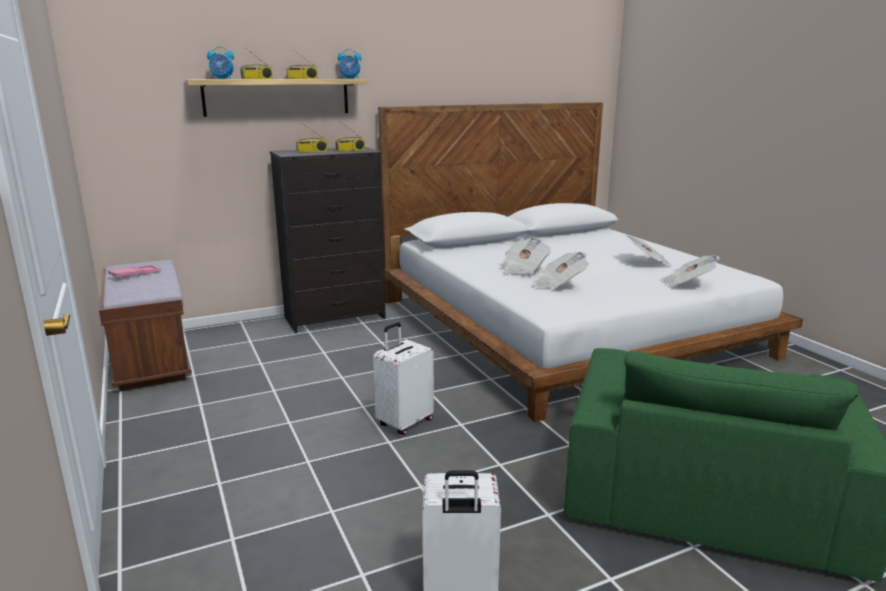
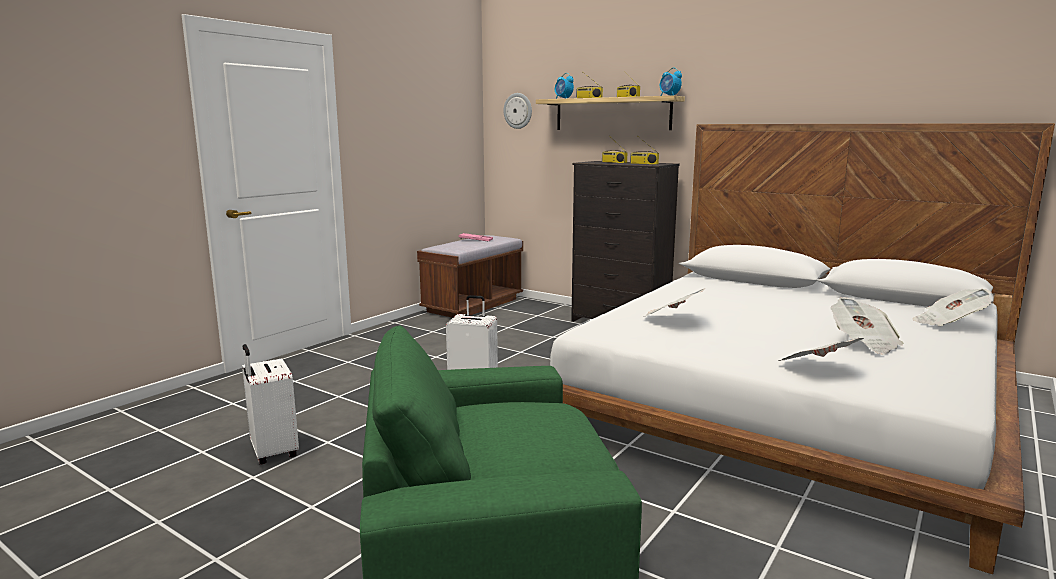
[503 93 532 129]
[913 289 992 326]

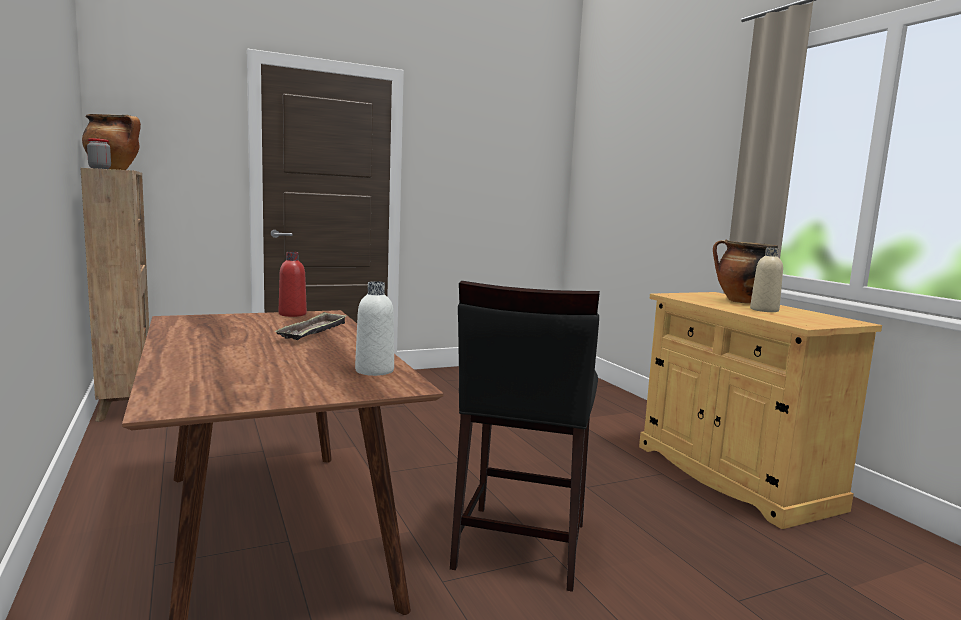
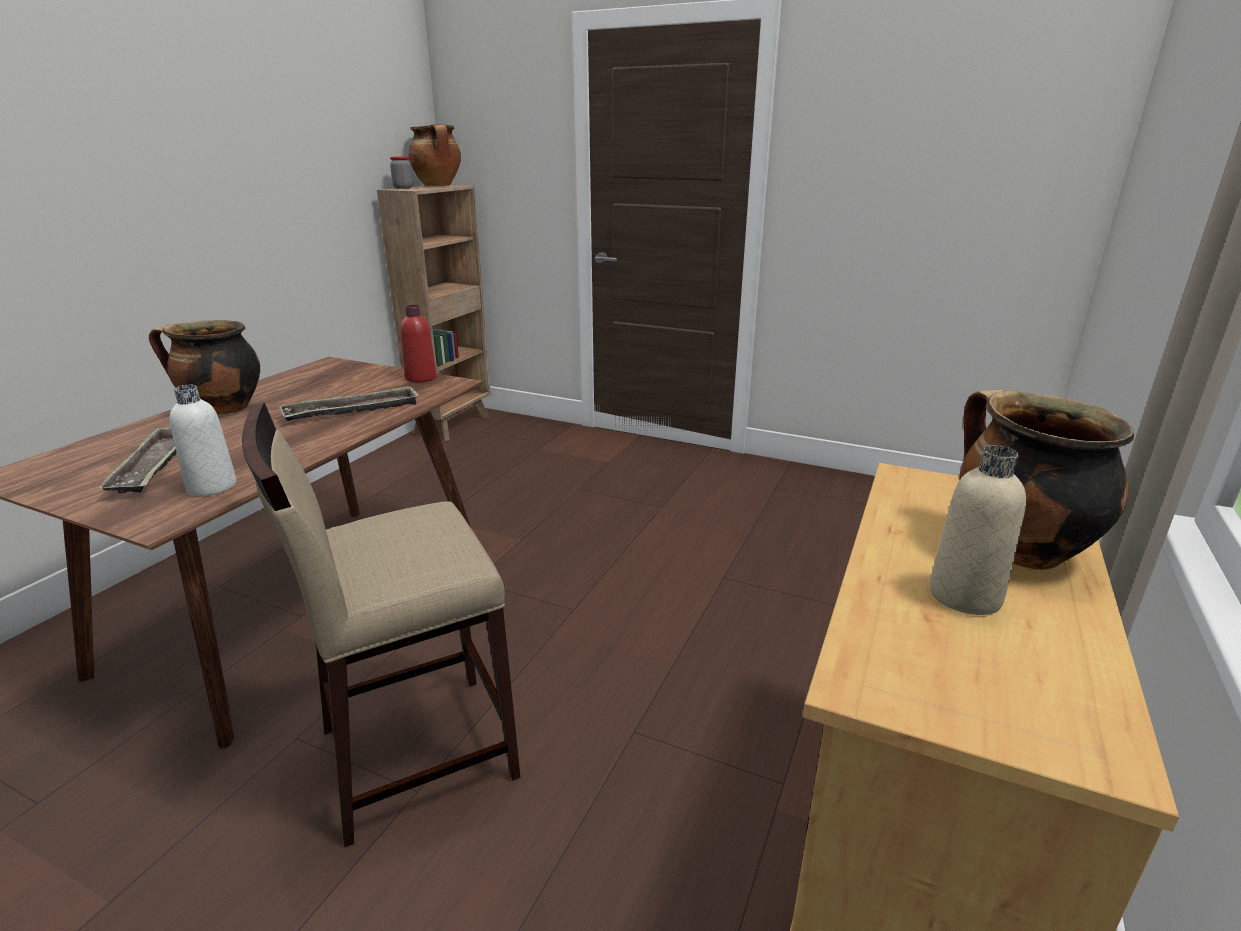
[98 427 177 493]
[149 320 260 415]
[242 403 520 847]

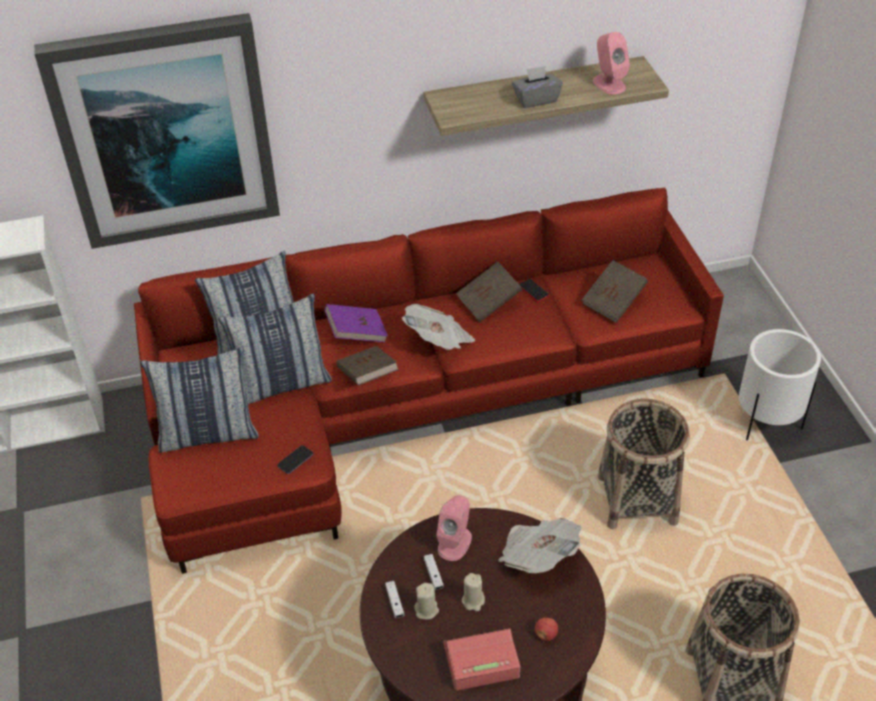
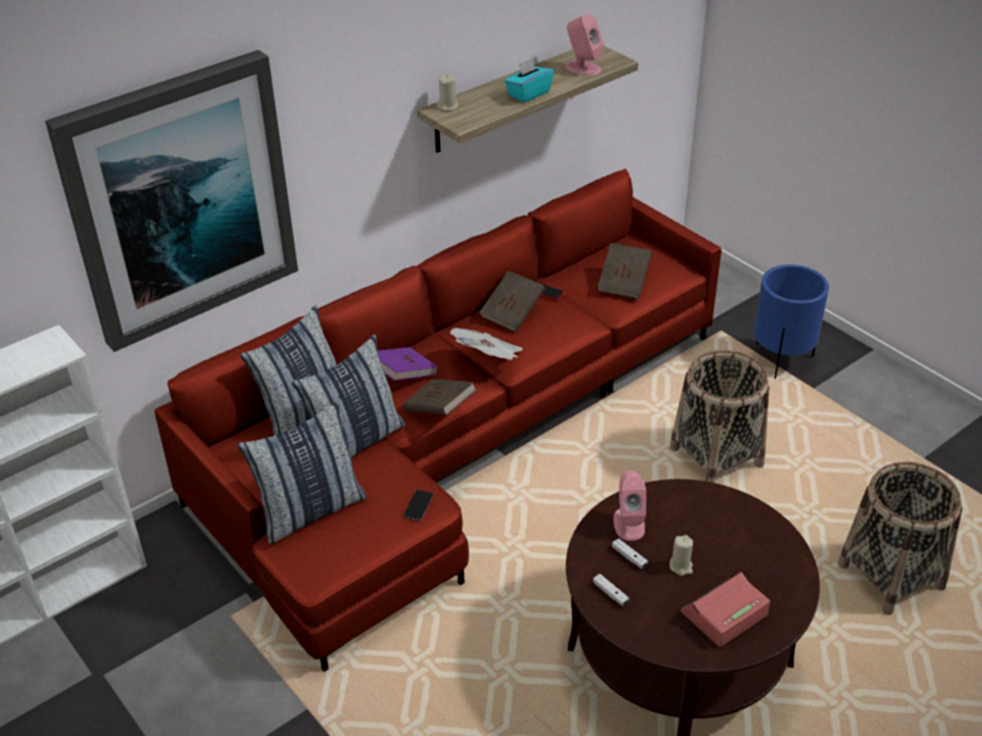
[437 74 459 111]
[504 58 554 103]
[754 265 829 379]
[499 518 582 573] (first image)
[535 618 558 641] (first image)

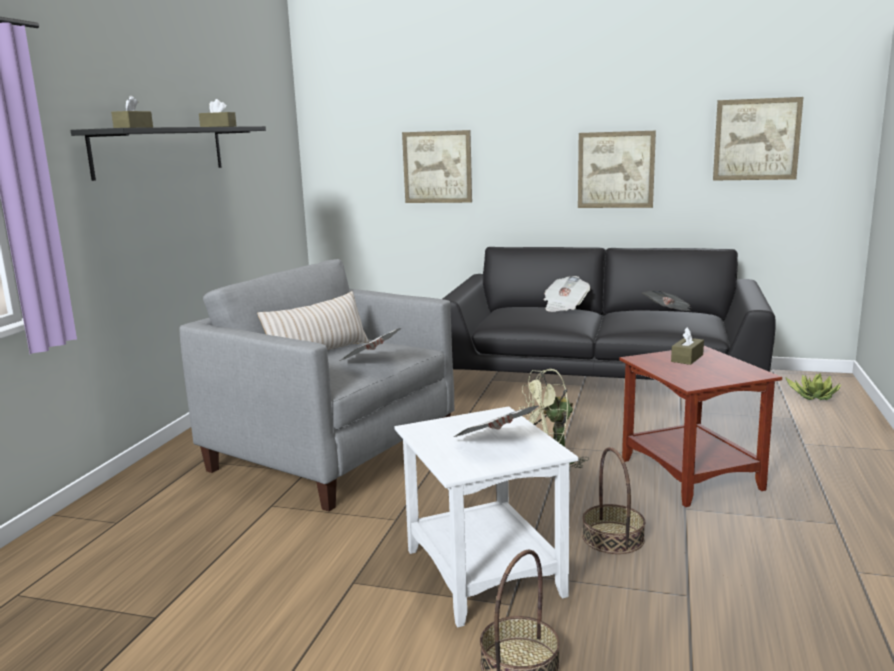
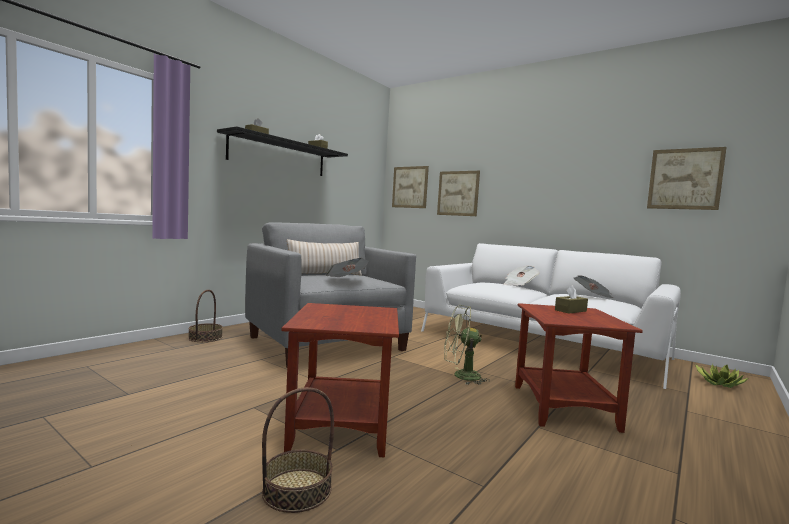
[188 290 223 342]
[281 303 399 457]
[392 166 429 208]
[421 243 681 389]
[454 406 539 437] (first image)

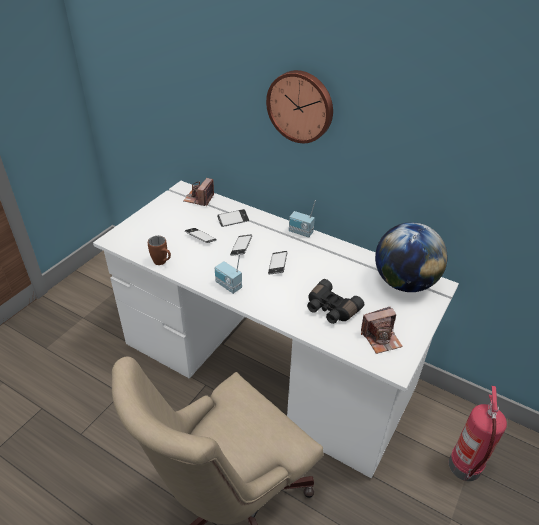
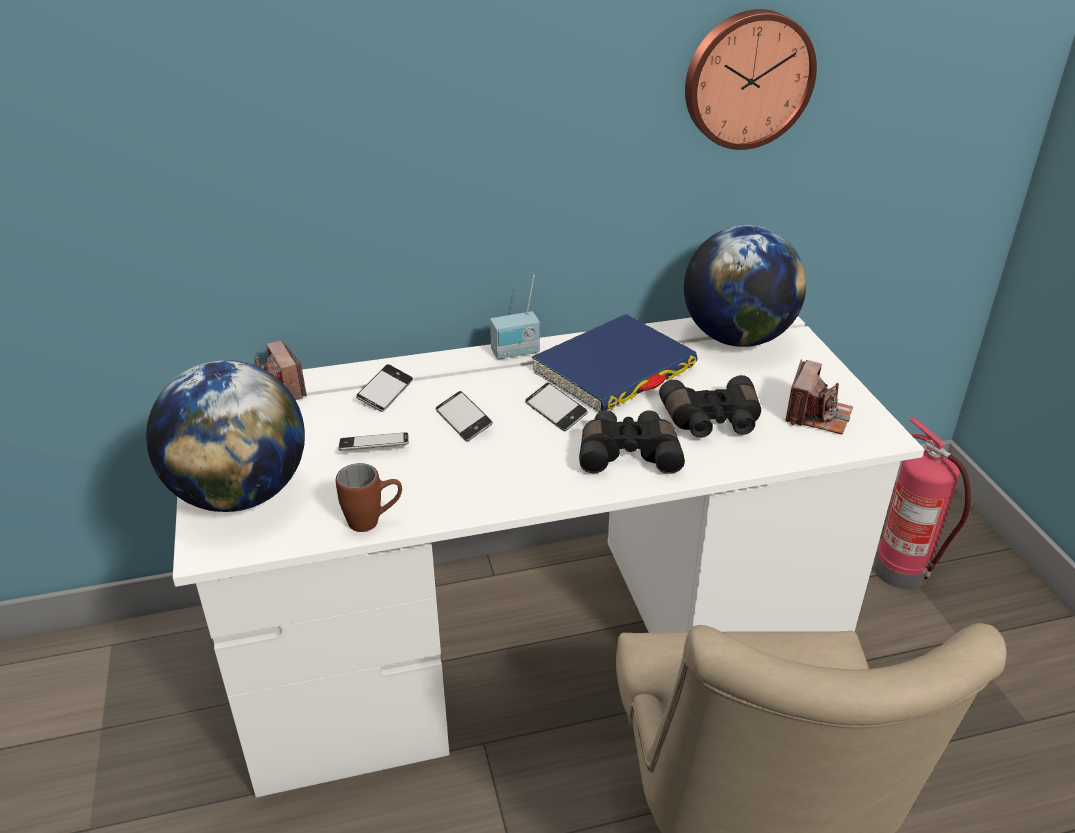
[146 360 305 512]
[532 314 698 412]
[579 410 685 474]
[685 9 817 150]
[215 254 242 294] (first image)

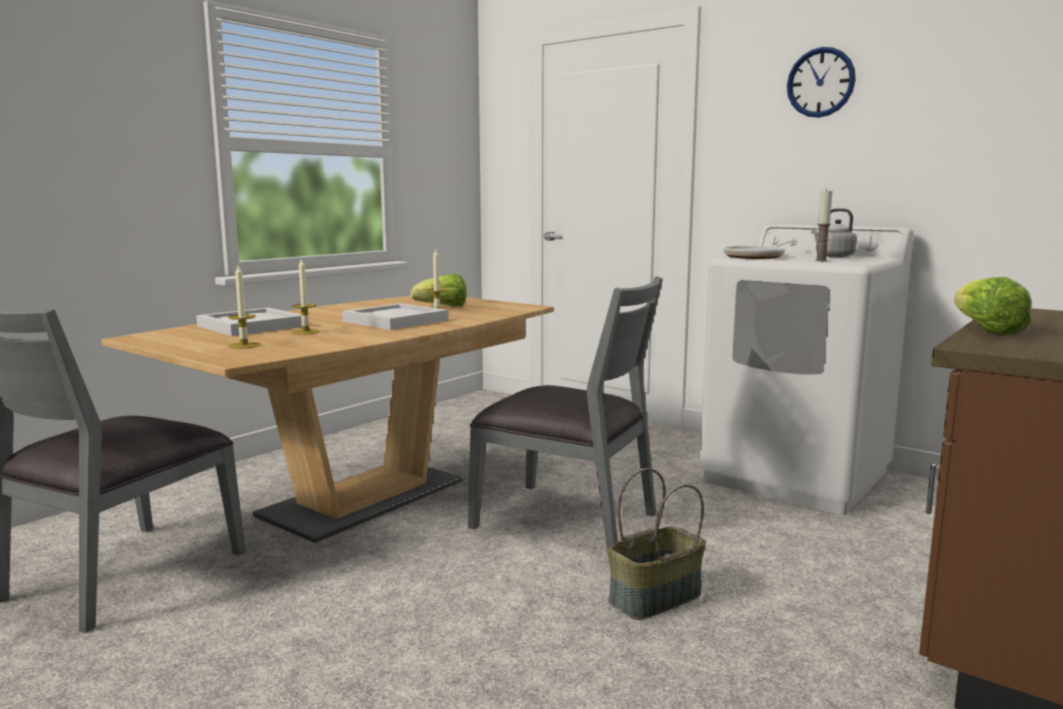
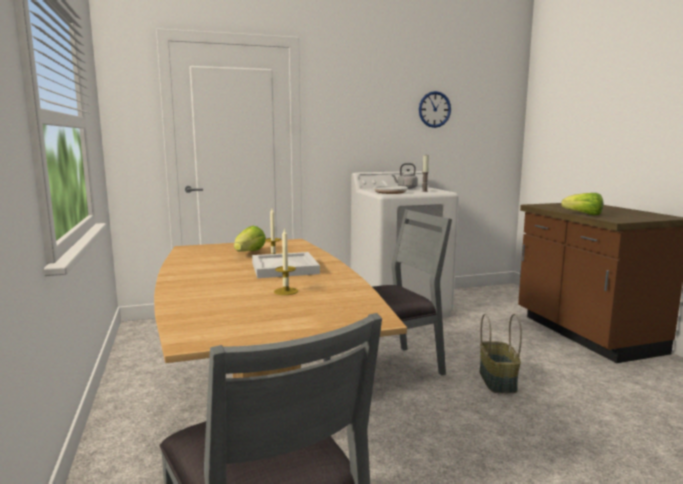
[419 91 451 128]
[196 308 302 336] (first image)
[228 266 260 349] (first image)

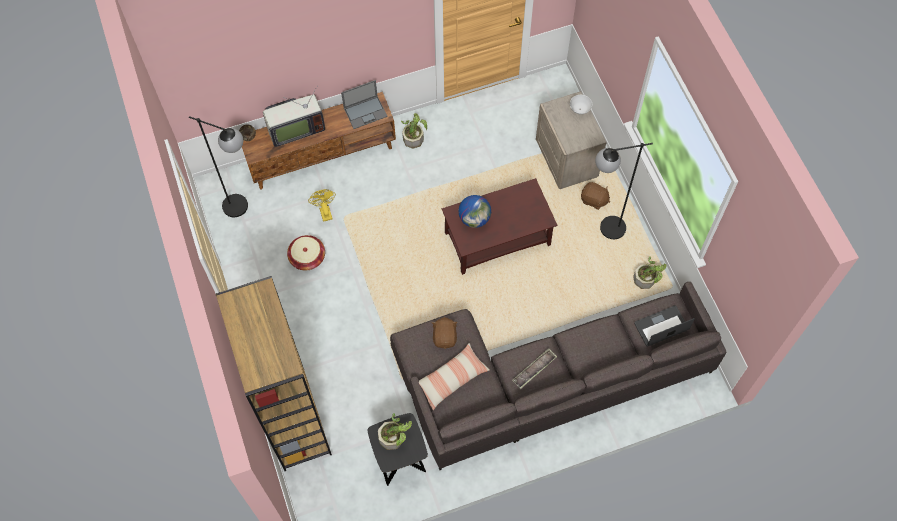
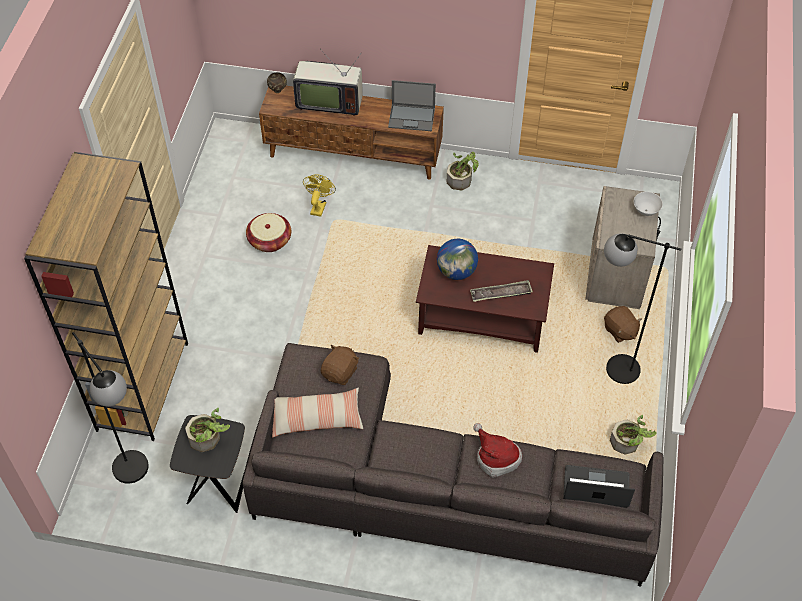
[72 332 149 484]
[470 280 533 302]
[473 423 522 478]

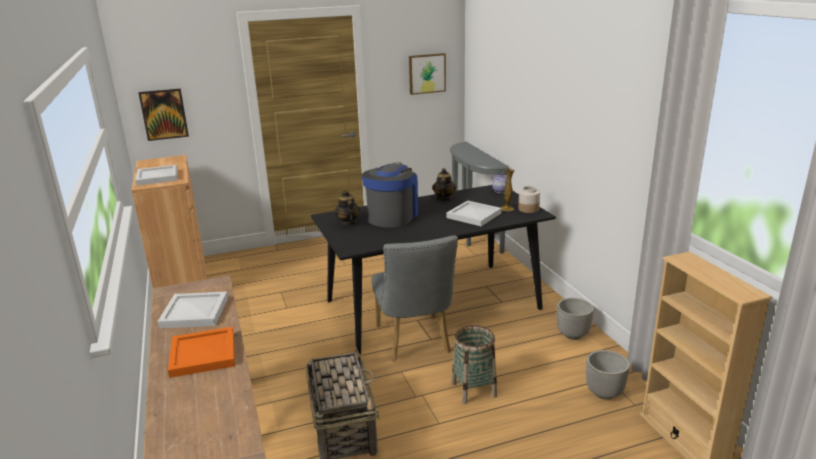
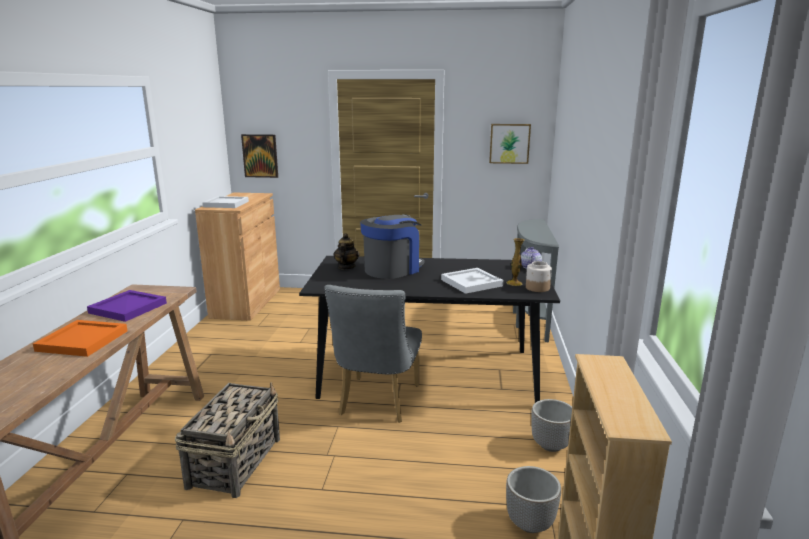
[87 290 167 322]
[432 168 456 201] (first image)
[451 325 497 404] (first image)

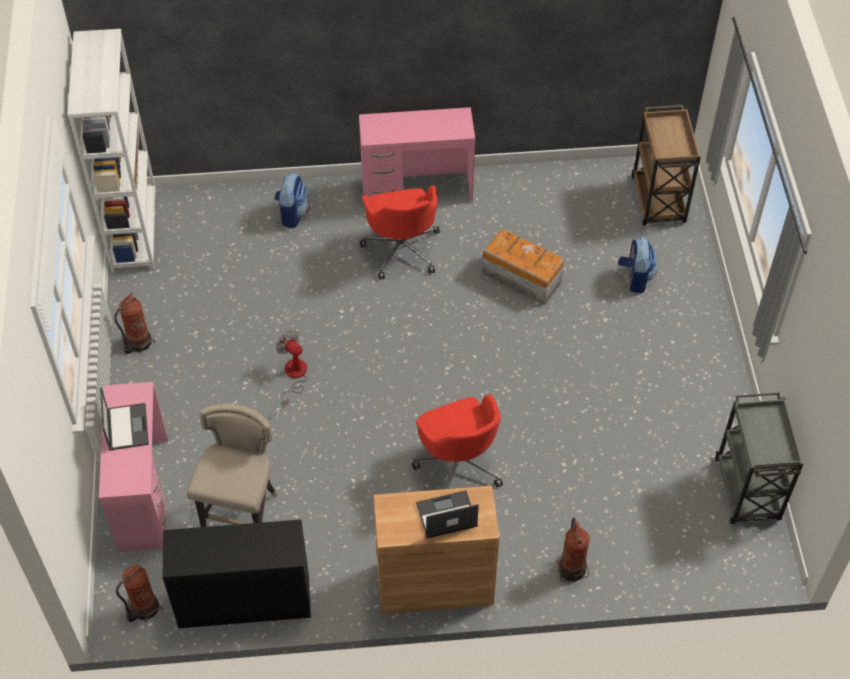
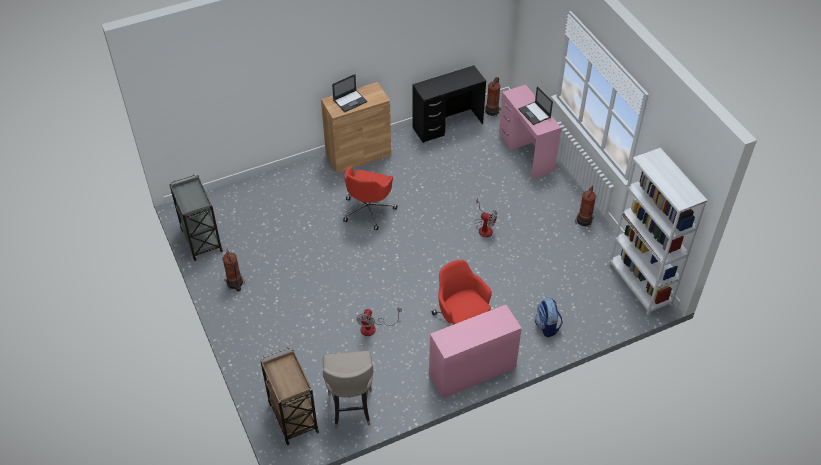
[222 249 245 292]
[323 351 374 429]
[343 167 397 230]
[356 307 401 336]
[618 237 657 294] (first image)

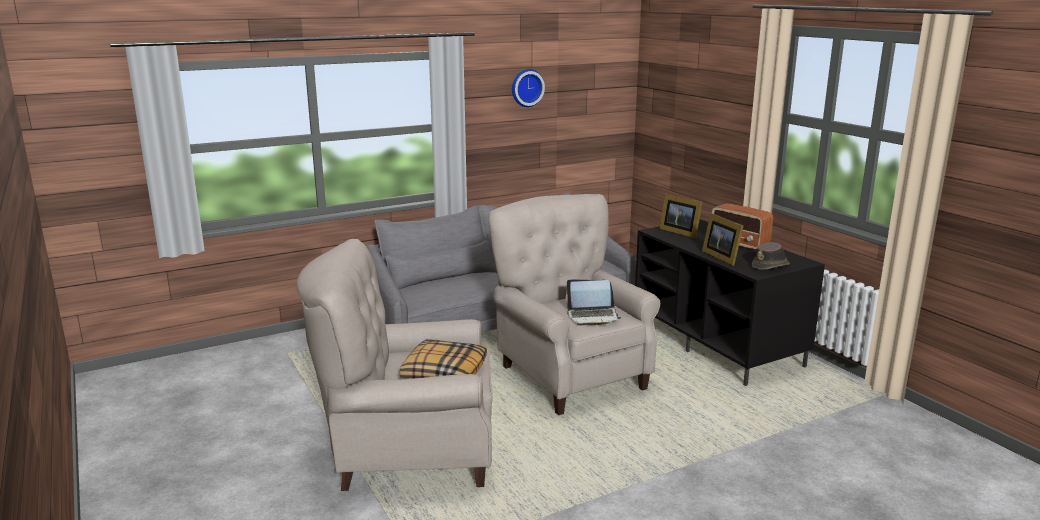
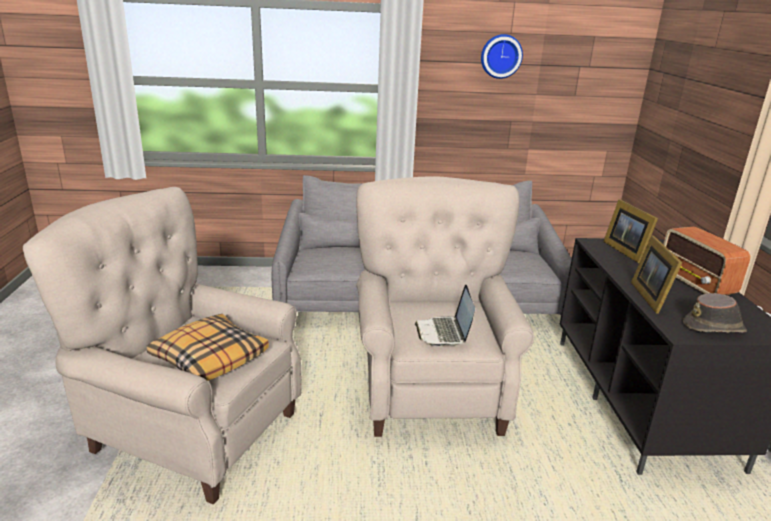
[415 285 475 347]

